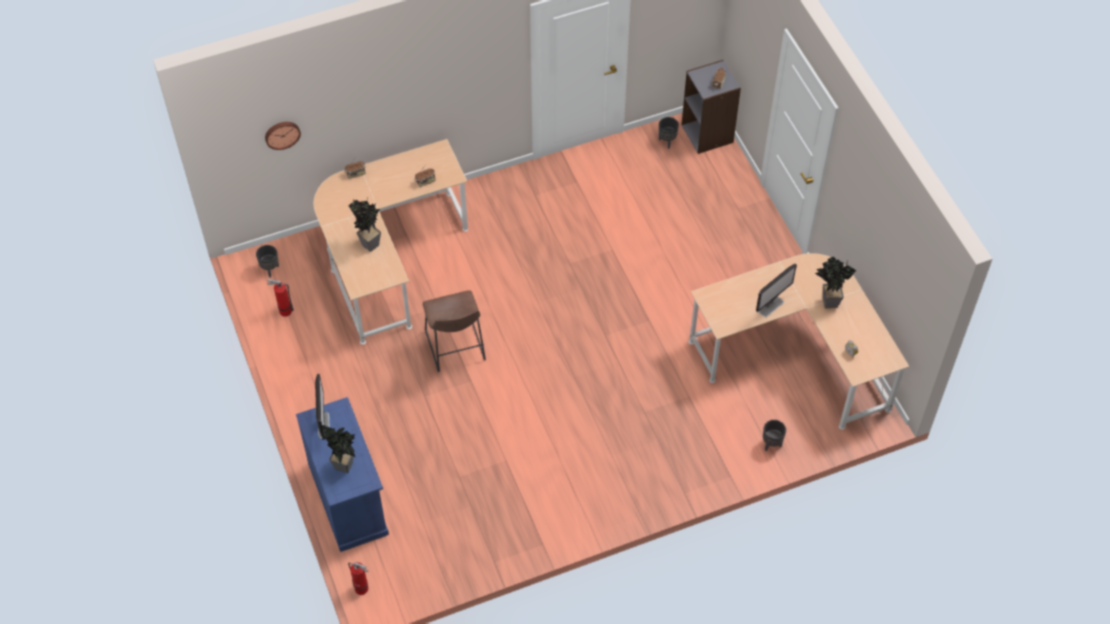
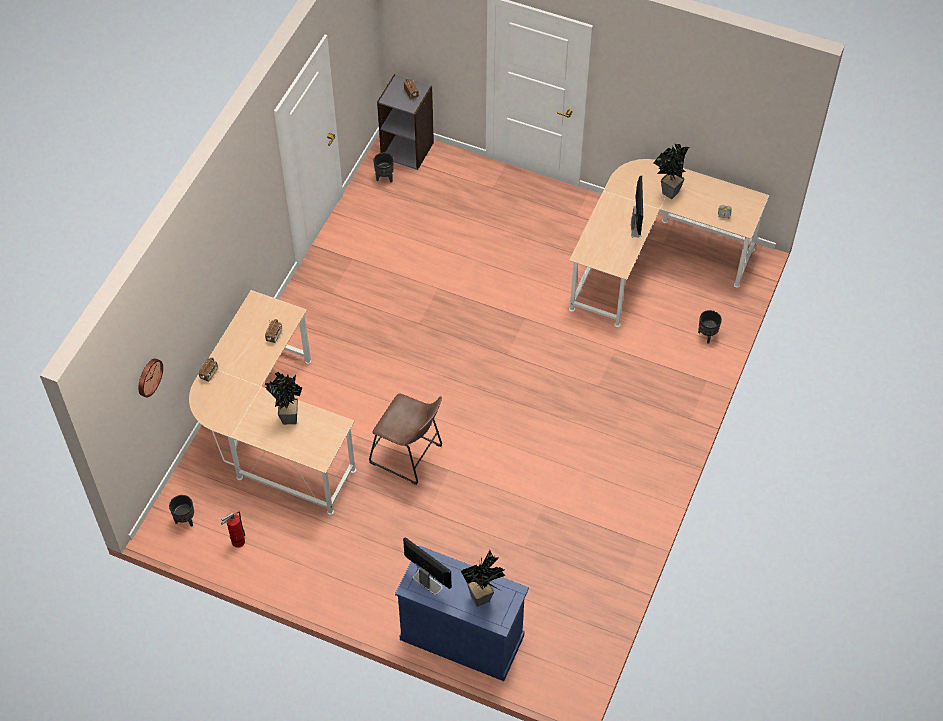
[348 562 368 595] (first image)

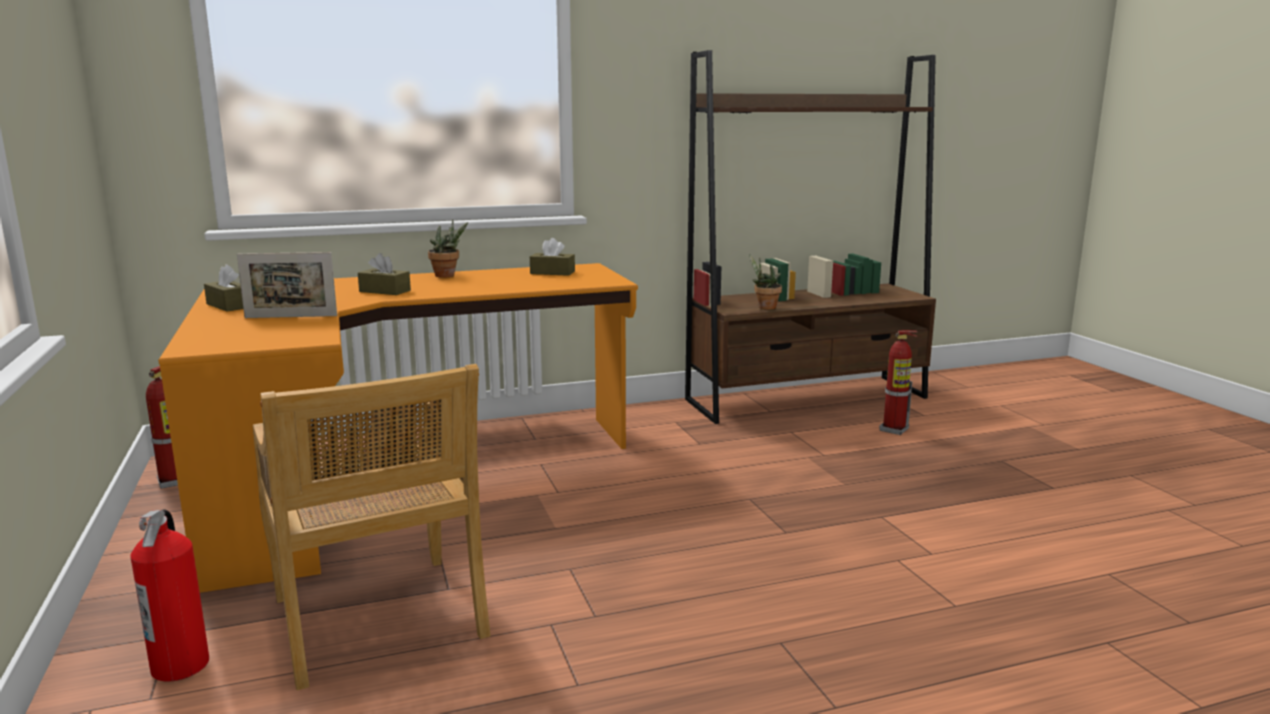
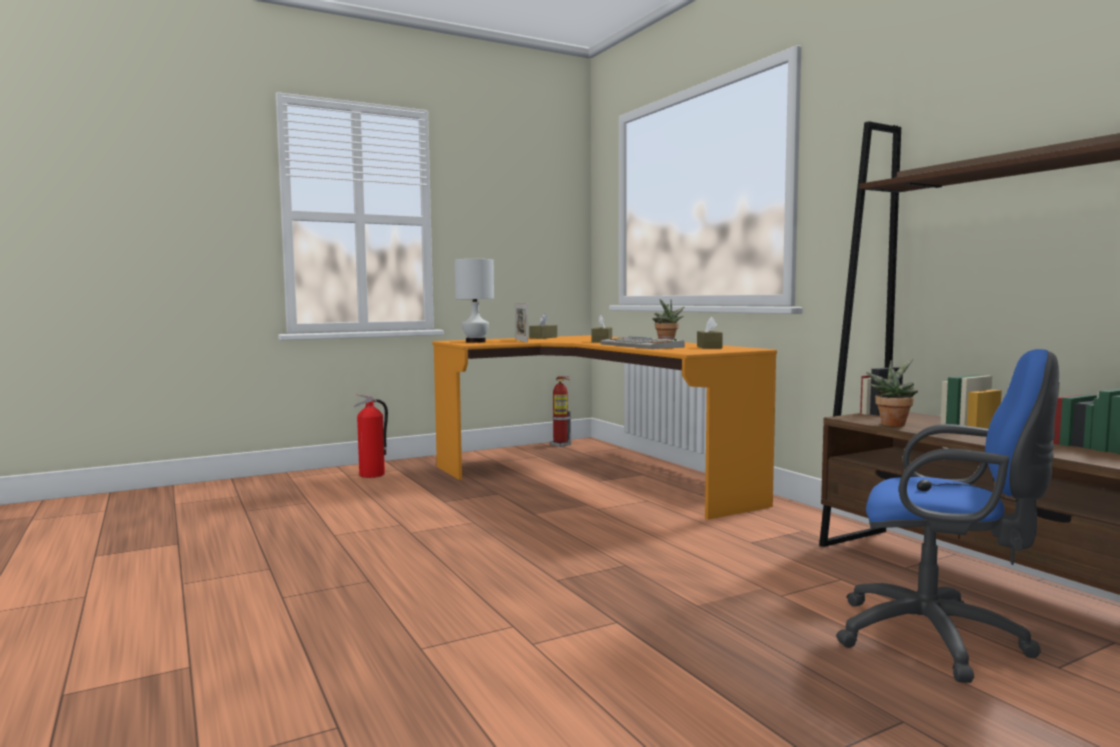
[455 259 494 343]
[600 336 685 349]
[836 349 1059 683]
[253 364 491 690] (first image)

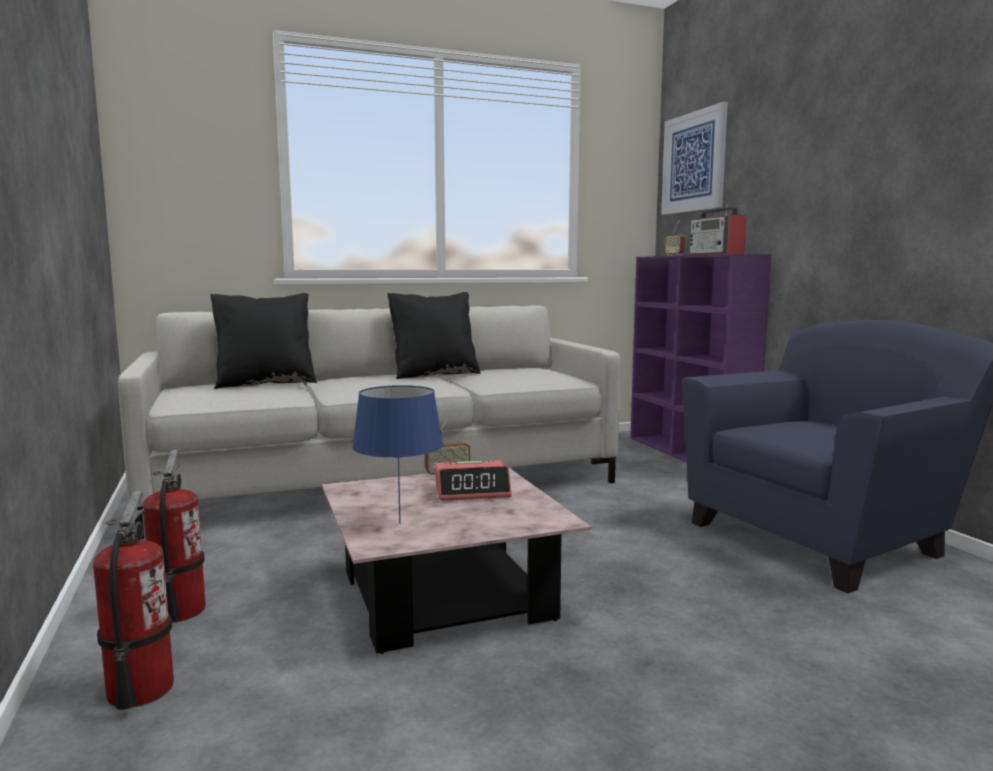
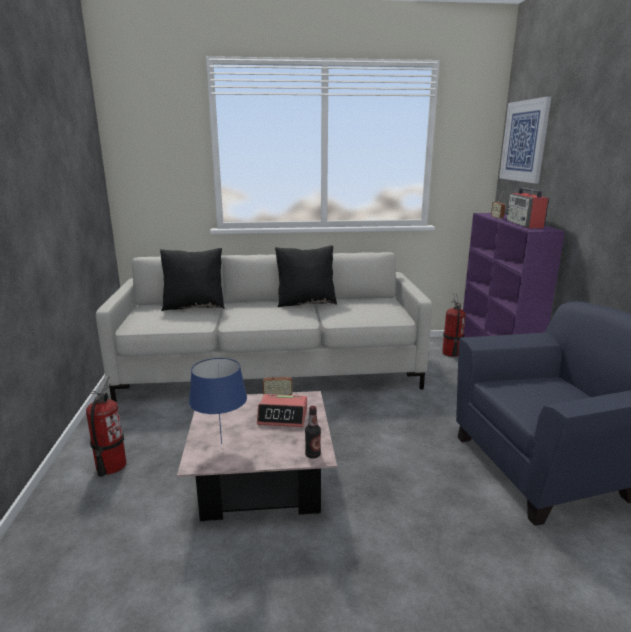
[305 406 321 459]
[442 293 466 357]

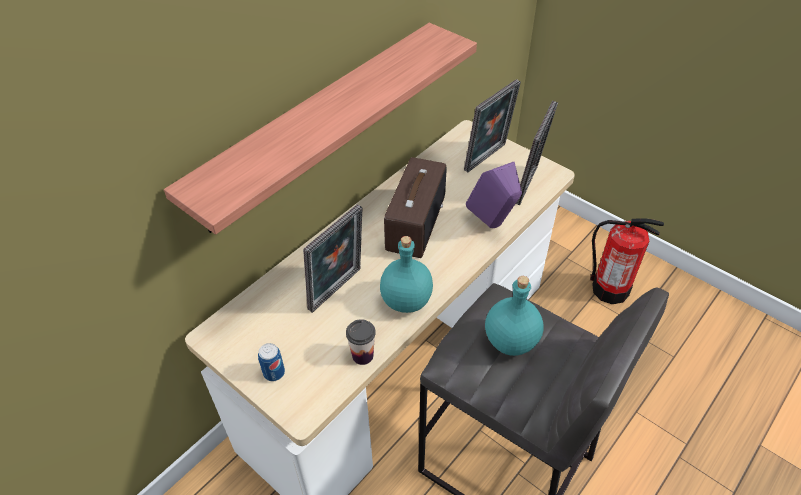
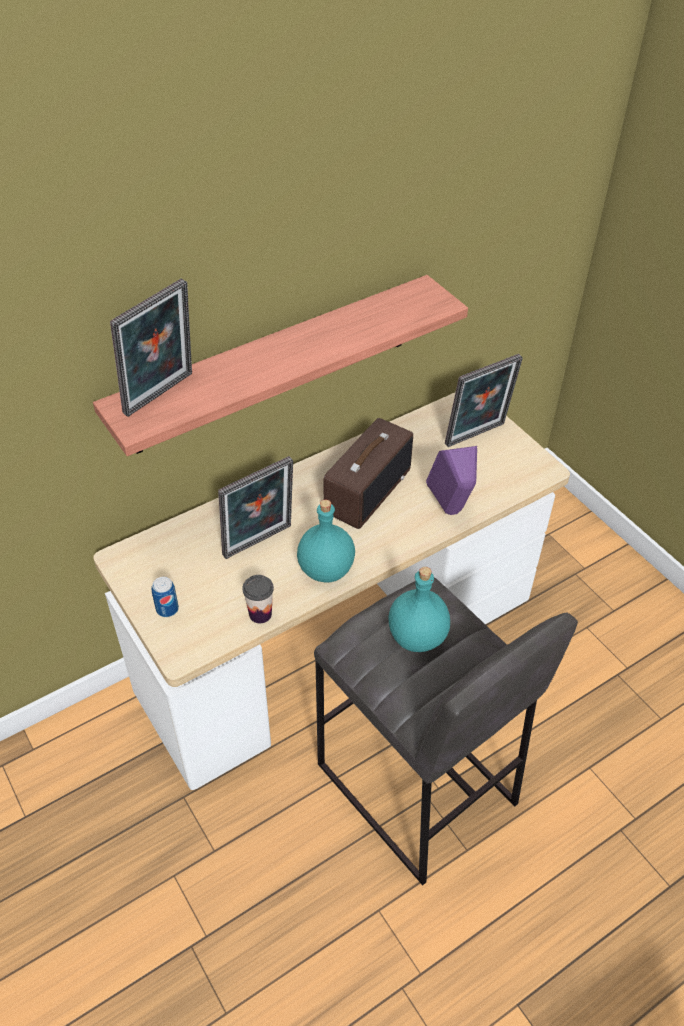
[110 278 192 417]
[590 218 664 304] (first image)

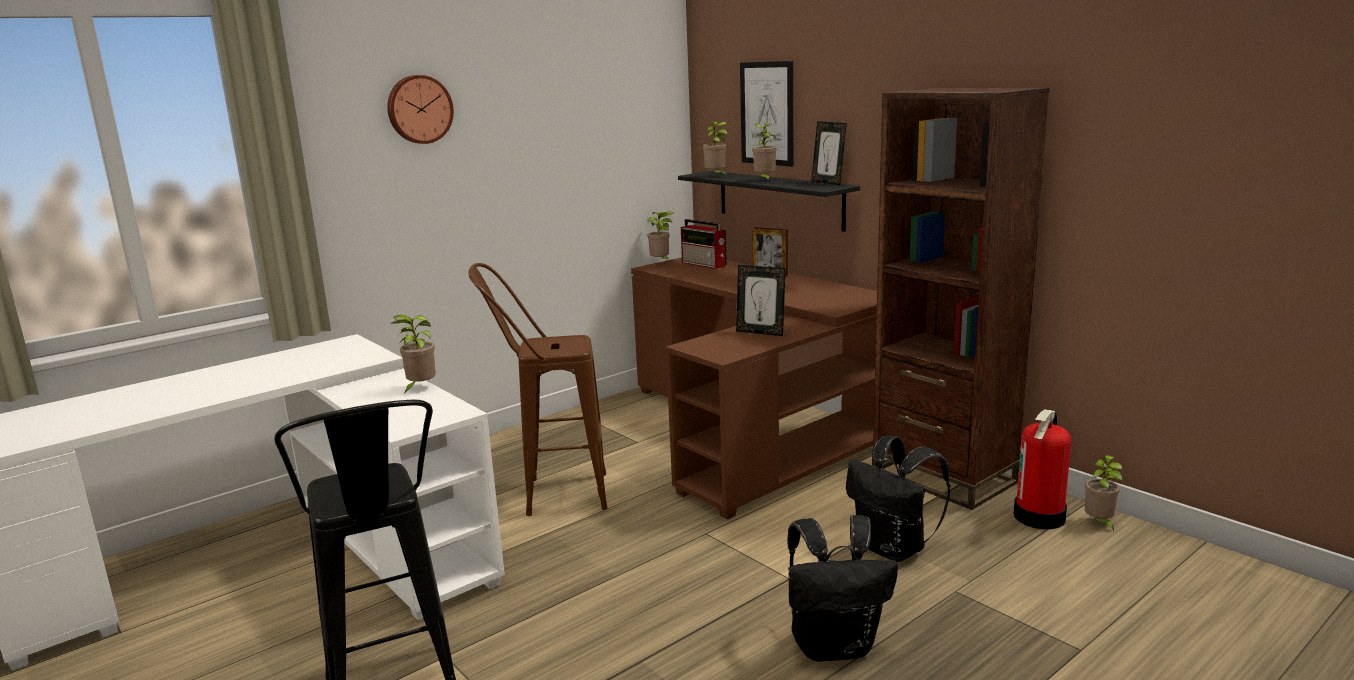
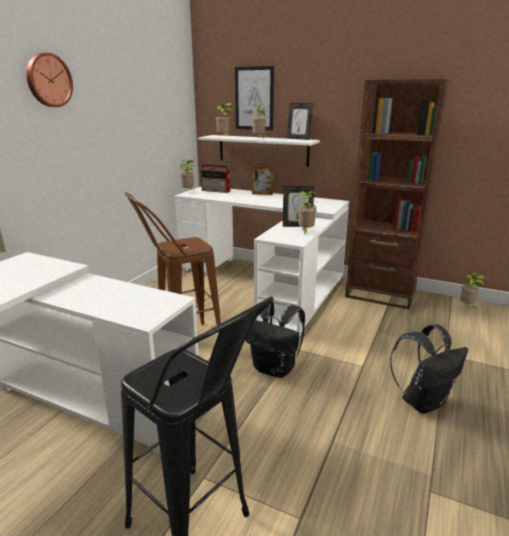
[175 186 349 337]
[198 135 320 167]
[245 301 305 378]
[298 191 317 235]
[1013 409 1071 529] (first image)

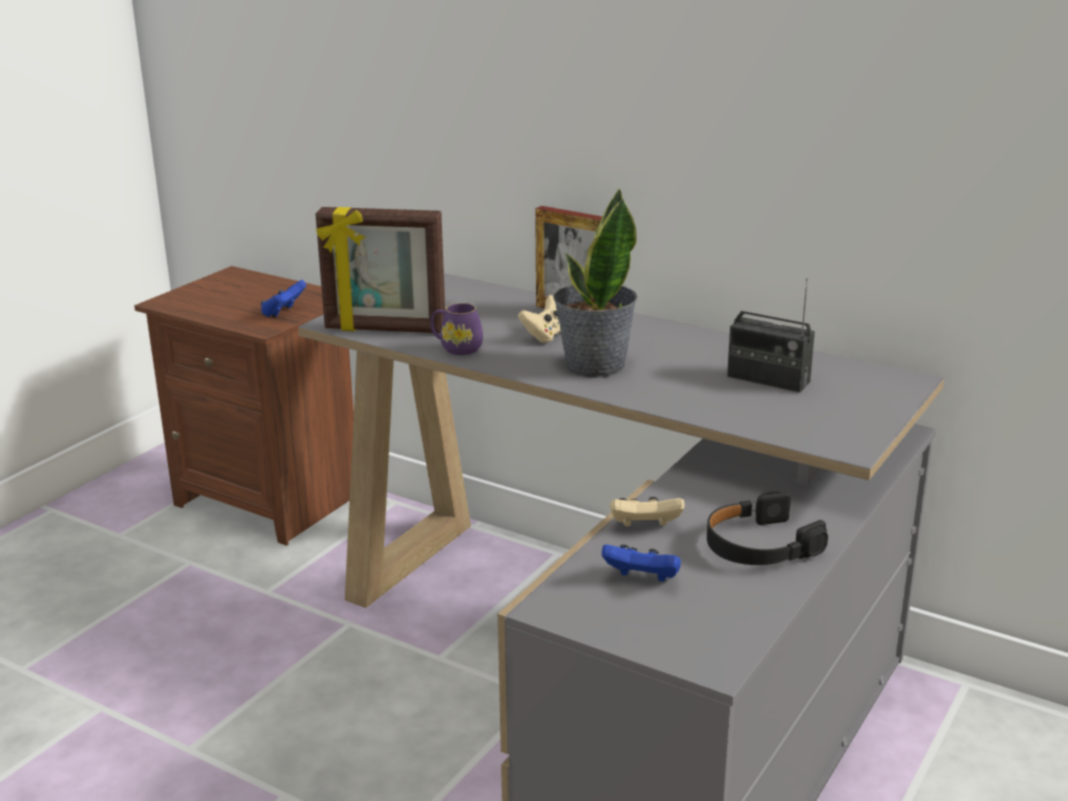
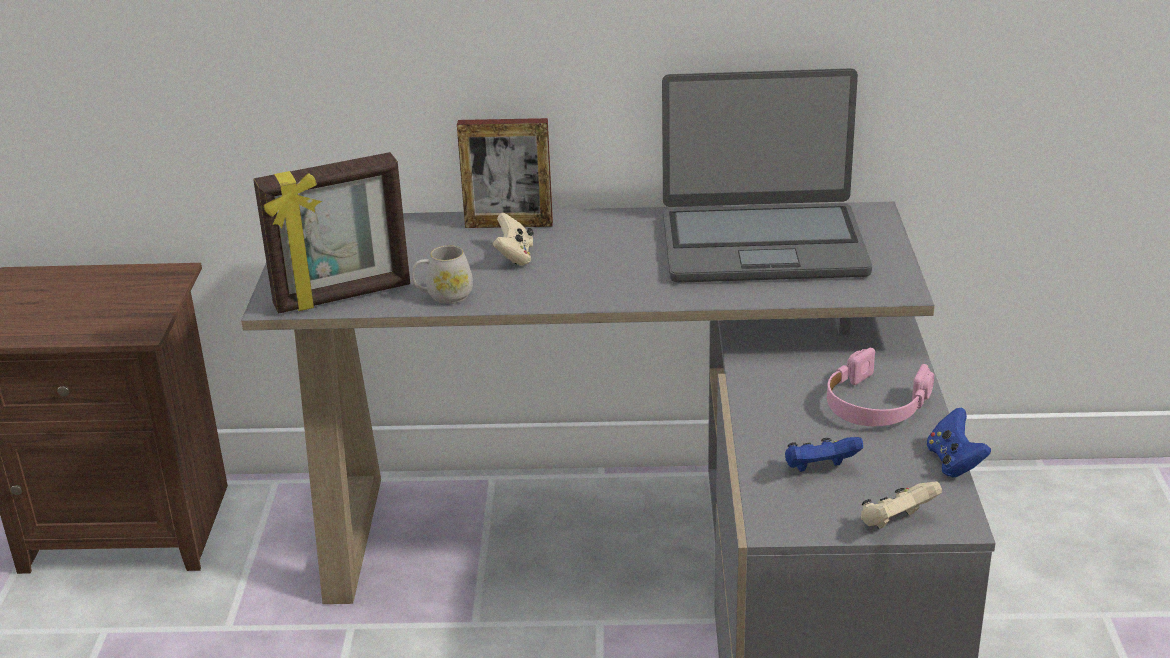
[412 245 473 304]
[662 68 872 283]
[827 348 934 426]
[861 482 942 529]
[927 407 991 477]
[553 187 637 378] (first image)

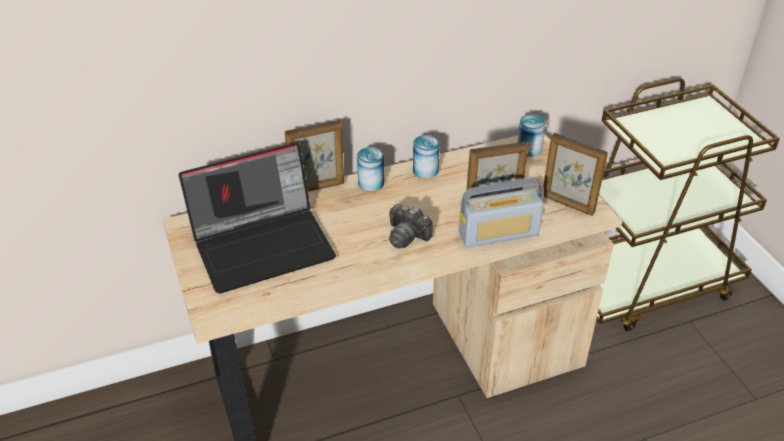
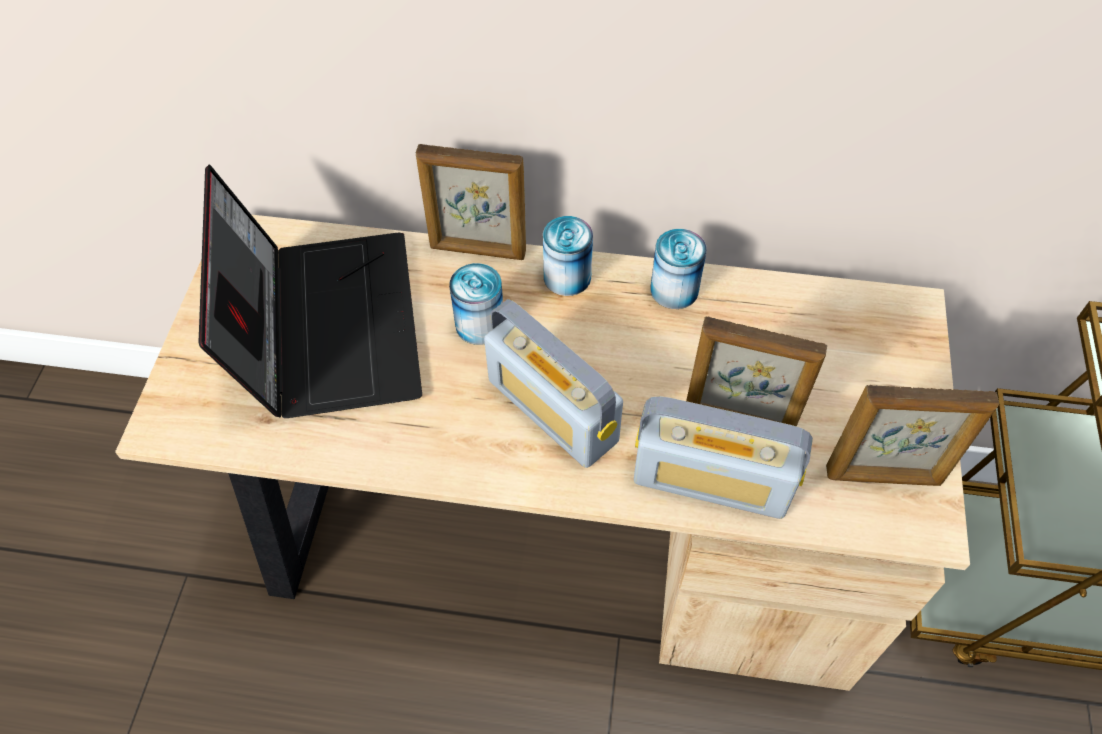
[199 164 422 418]
[449 263 503 345]
[484 299 623 468]
[826 385 999 486]

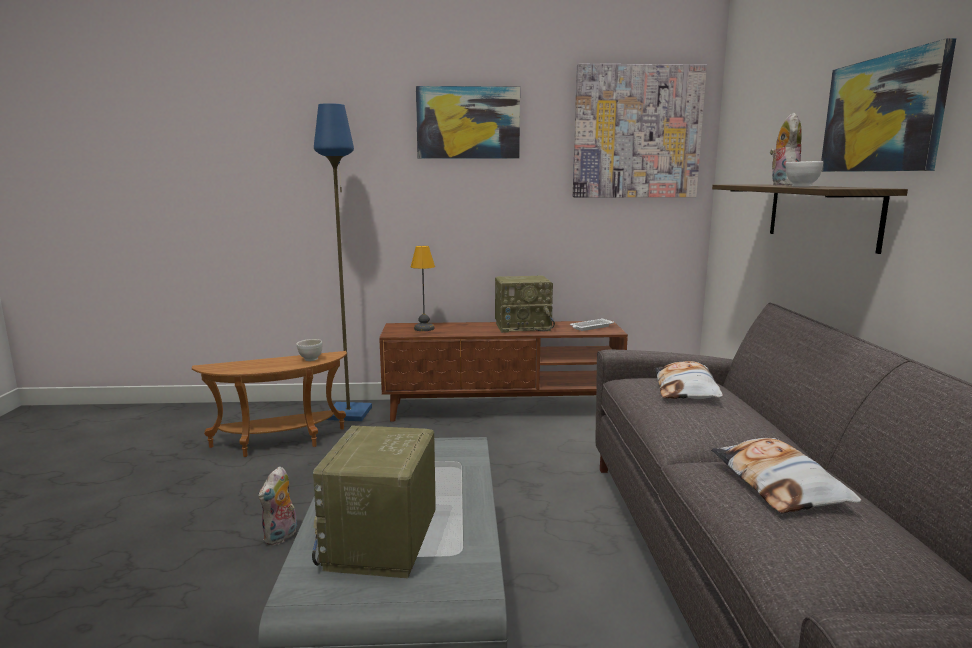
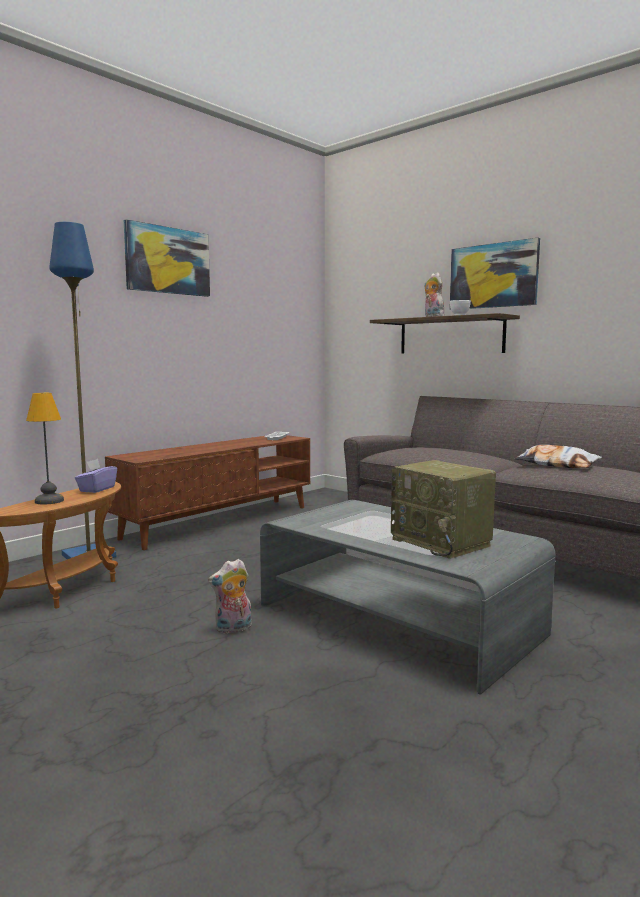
[26 393 64 505]
[75 459 117 493]
[208 559 252 634]
[495 275 555 333] (first image)
[573 64 707 197] (first image)
[655 361 723 399] (first image)

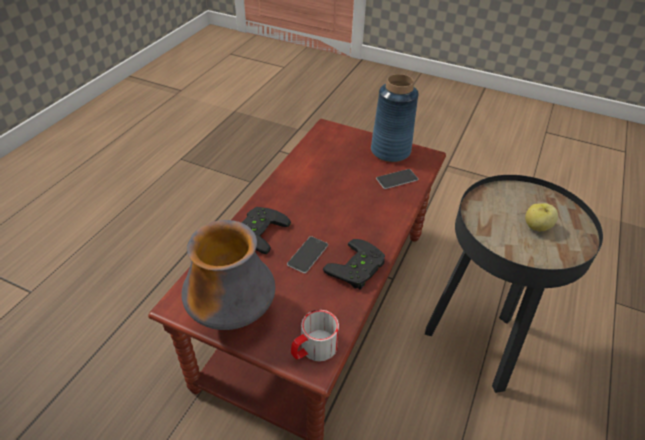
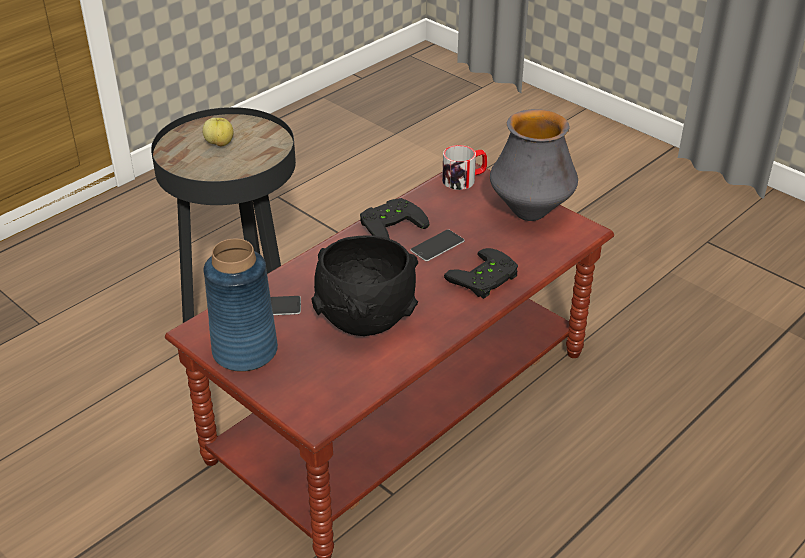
[311 235 418 336]

